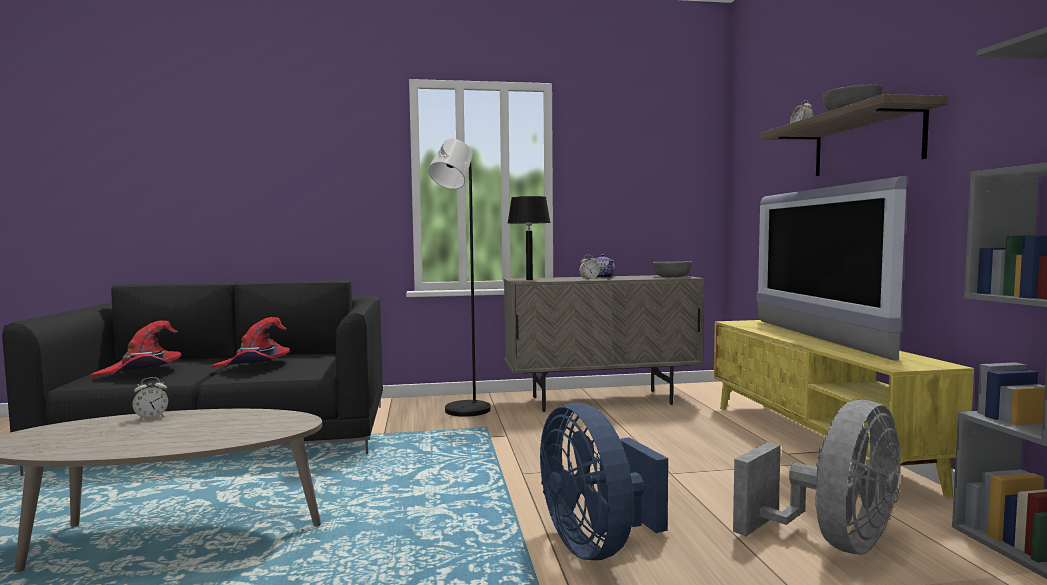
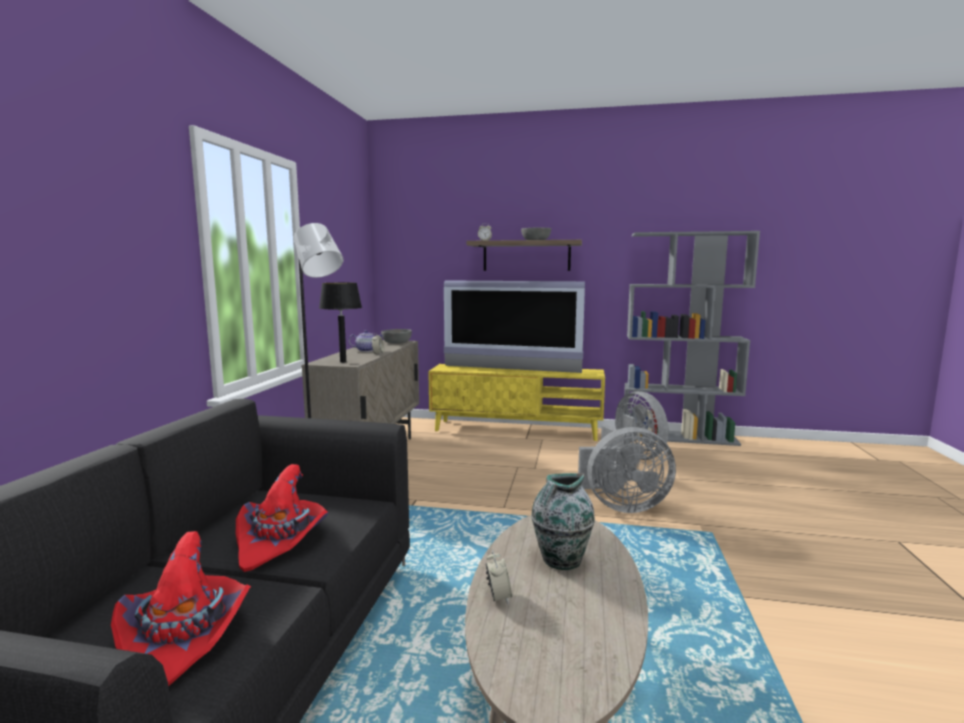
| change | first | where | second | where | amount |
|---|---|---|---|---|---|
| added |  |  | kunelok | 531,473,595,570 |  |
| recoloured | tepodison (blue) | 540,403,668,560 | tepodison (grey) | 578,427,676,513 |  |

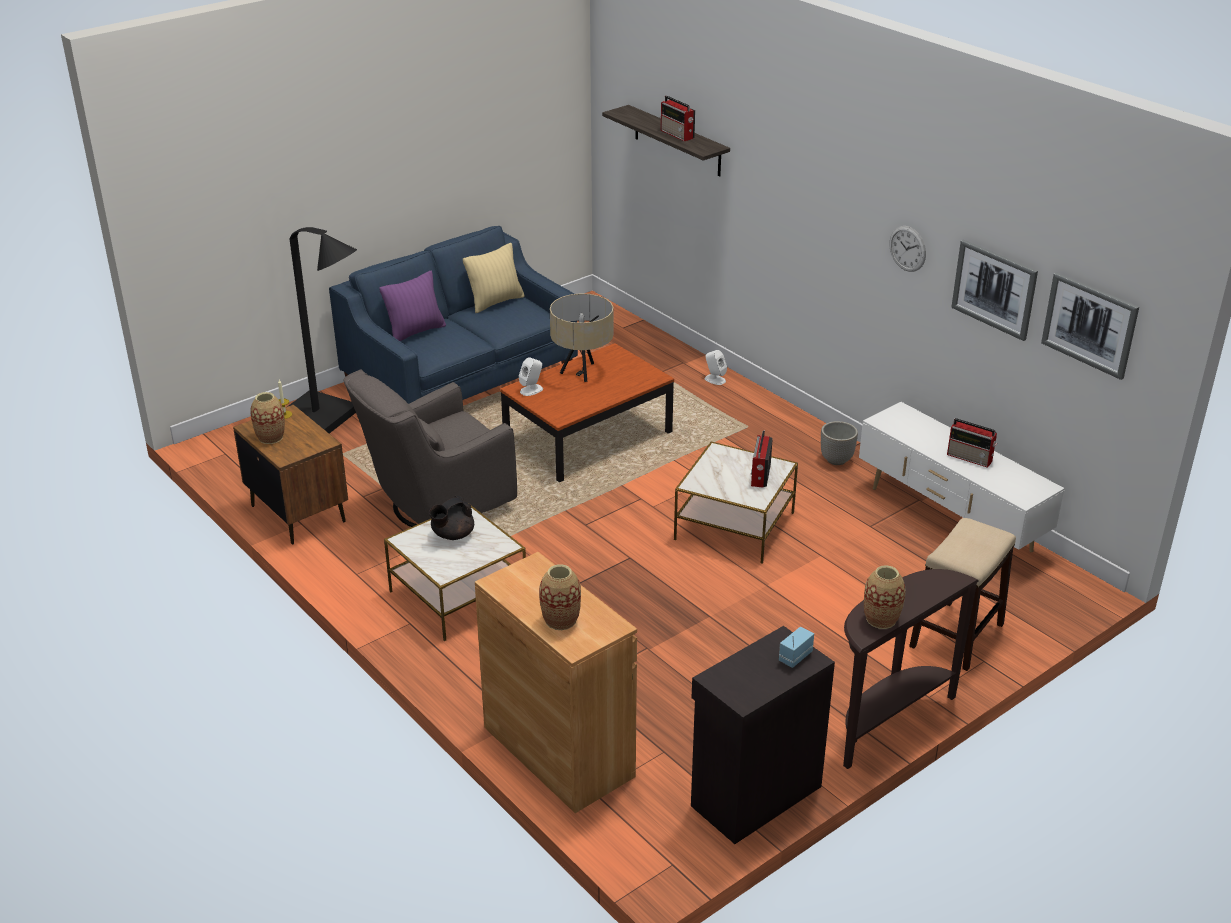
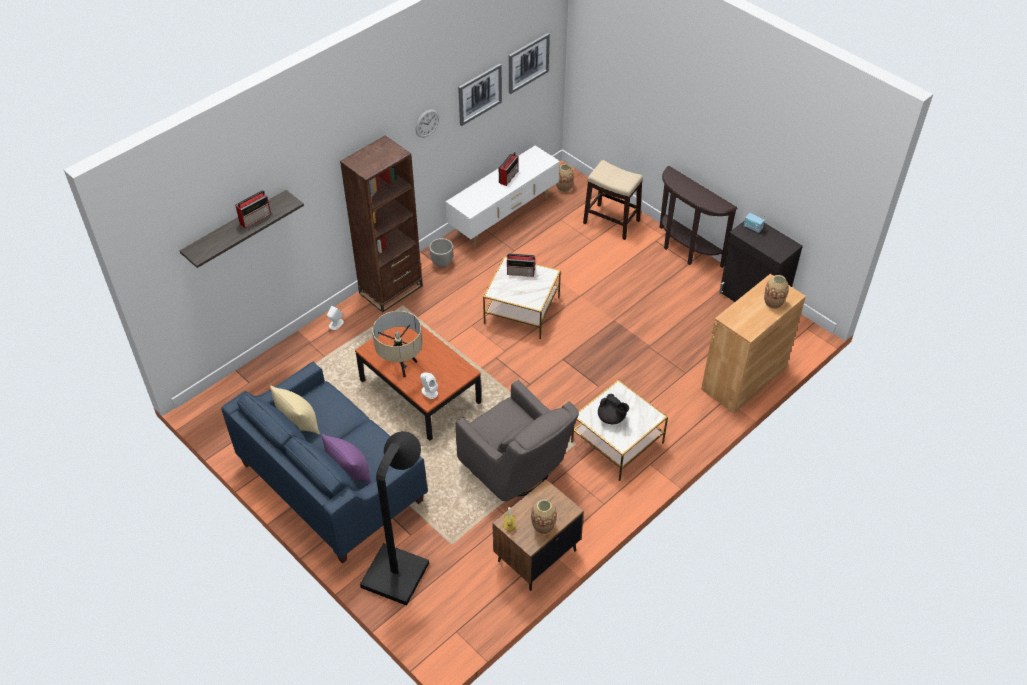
| change | first | where | second | where | amount |
|---|---|---|---|---|---|
| added |  |  | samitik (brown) | 340,135,423,313 |  |
| moved | kunelok | 864,565,906,629 |  | 556,164,574,192 |  |

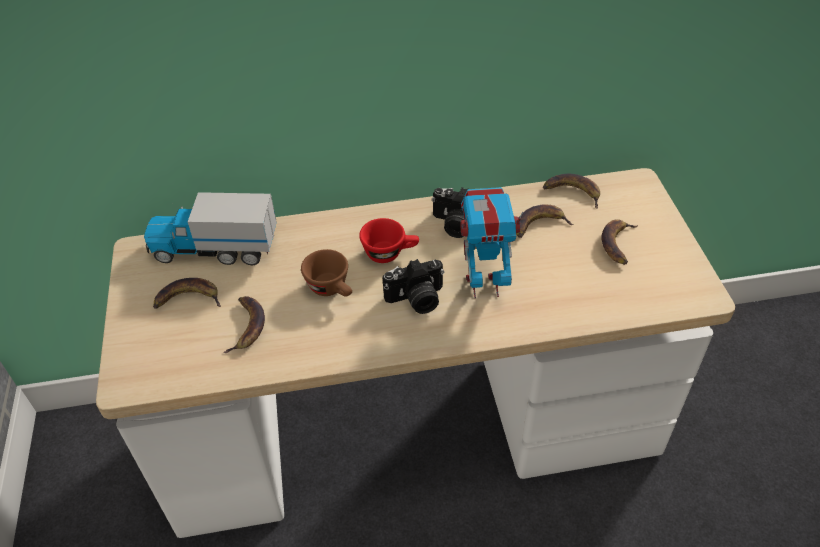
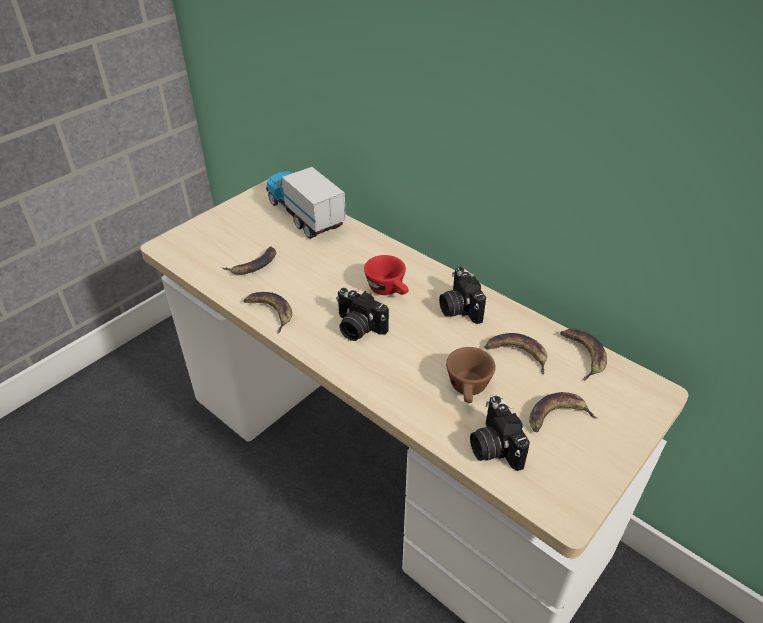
| change | first | where | second | where | amount |
|---|---|---|---|---|---|
| moved | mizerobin | 153,278,221,309 |  | 244,292,292,333 |  |
| moved | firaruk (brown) | 301,249,352,296 |  | 446,347,496,403 |  |
| added |  |  | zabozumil | 470,396,530,471 |  |
| removed | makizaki | 460,187,523,298 |  |  |  |

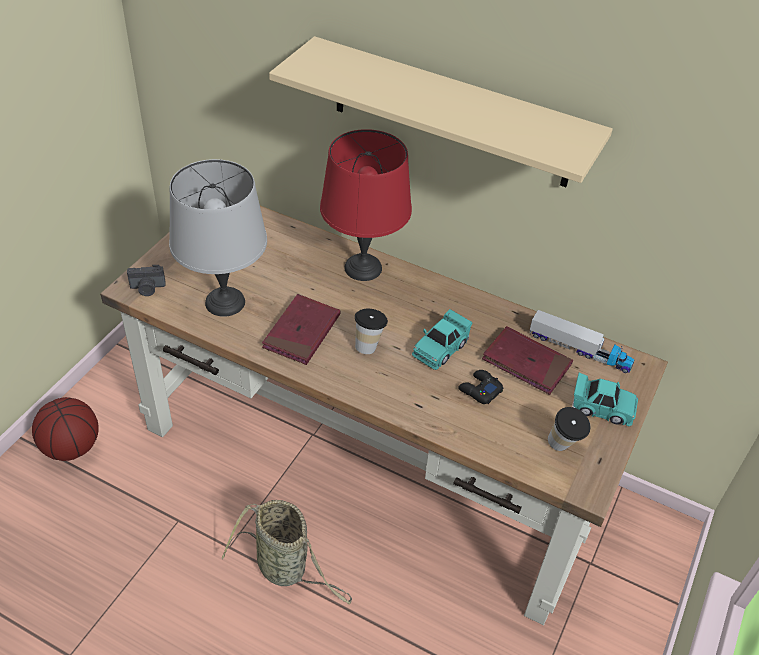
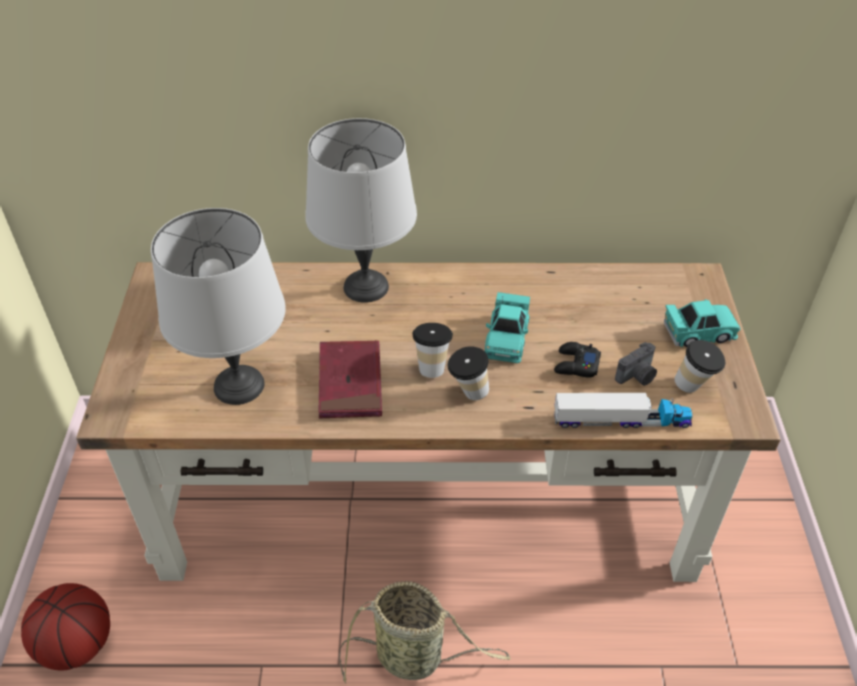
| change | first | where | second | where | amount |
|---|---|---|---|---|---|
| recoloured | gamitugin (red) | 320,129,412,281 | gamitugin (grey) | 305,118,417,303 |  |
| added |  |  | firaruk | 448,346,489,400 |  |
| moved | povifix | 530,310,635,373 |  | 554,393,693,428 |  |
| moved | zabozumil | 127,265,166,296 |  | 615,342,657,386 |  |
| removed | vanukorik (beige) | 269,36,613,187 |  |  |  |
| removed | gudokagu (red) | 482,326,573,395 |  |  |  |

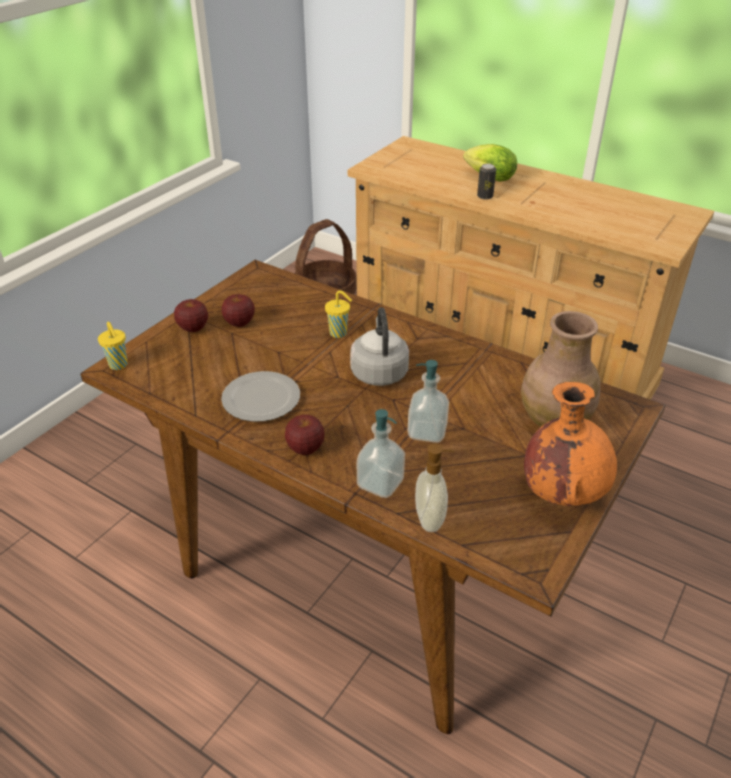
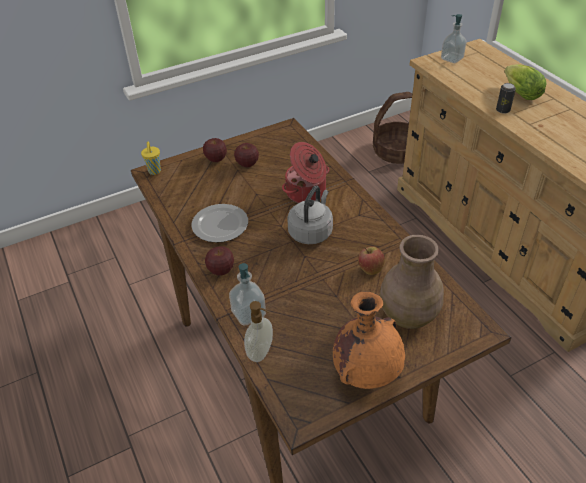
| change | first | where | second | where | amount |
|---|---|---|---|---|---|
| replaced | firaruk (yellow) | 325,290,352,338 | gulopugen | 282,142,329,203 |  |
| added |  |  | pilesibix | 358,246,385,275 |  |
| moved | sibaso | 408,360,449,443 |  | 441,14,467,63 |  |

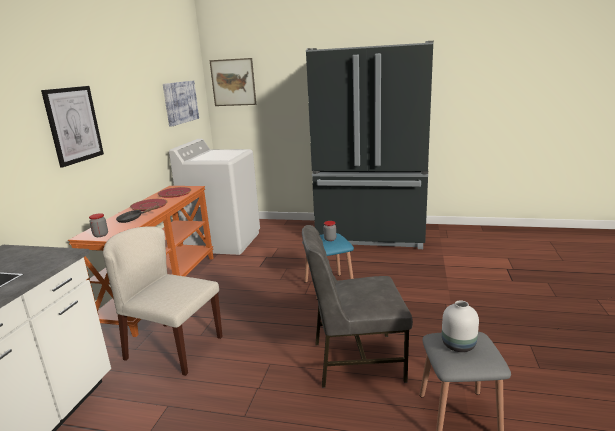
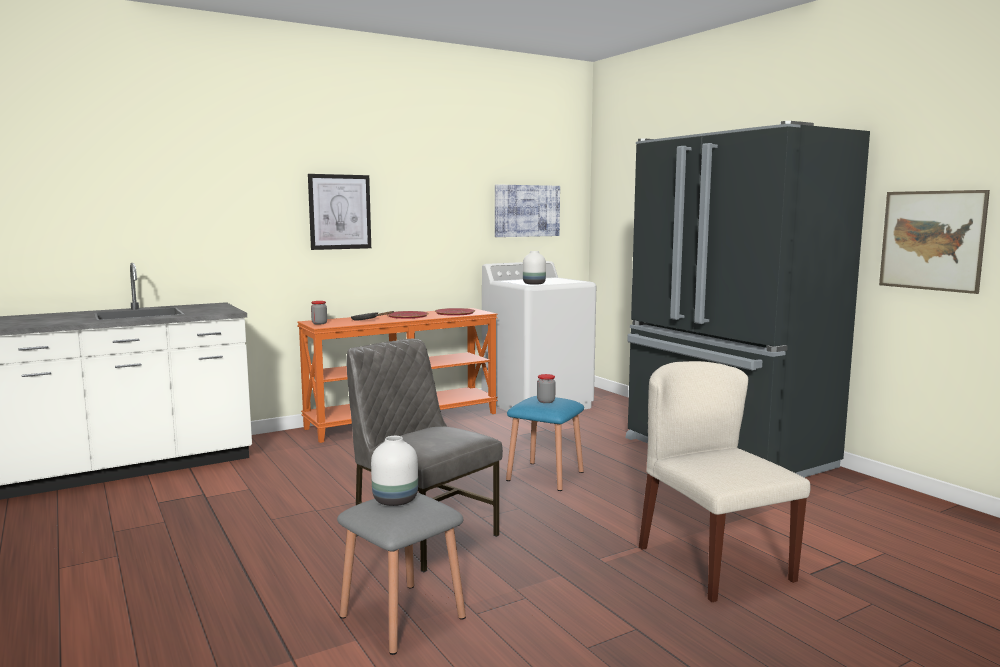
| change | first | where | second | where | amount |
|---|---|---|---|---|---|
| added |  |  | kunelok (white) | 523,251,546,285 |  |
| moved | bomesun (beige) | 103,226,223,376 |  | 639,361,811,602 |  |
| moved | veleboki | 209,58,256,106 |  | 879,190,990,294 |  |

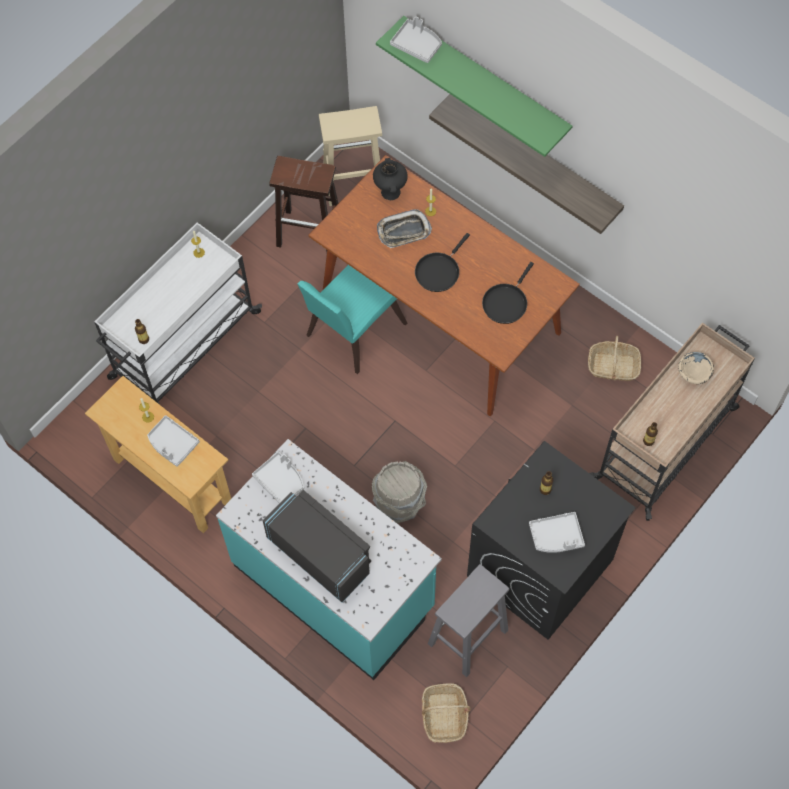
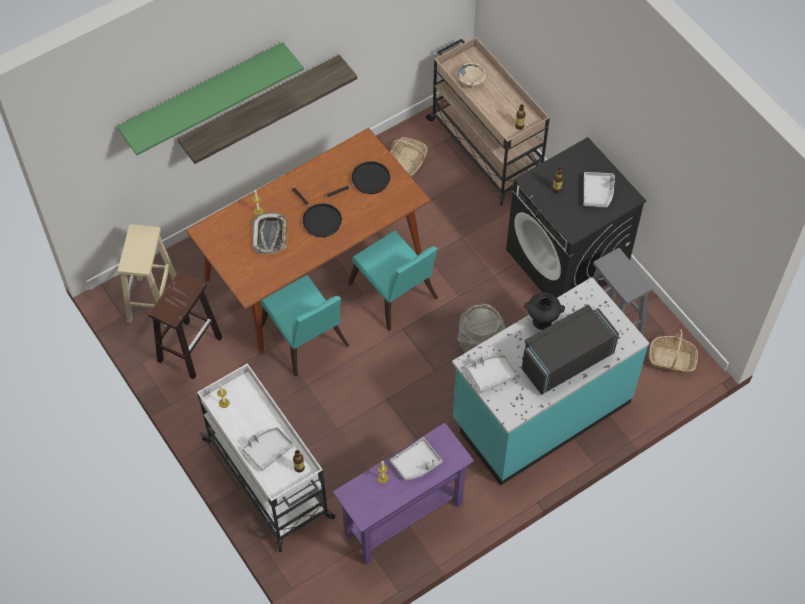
| change | first | where | second | where | amount |
|---|---|---|---|---|---|
| moved | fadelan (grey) | 390,17,442,63 |  | 242,427,294,471 |  |
| turned | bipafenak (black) | 482,262,534,324 |  | 327,161,390,197 | 75 degrees counterclockwise |
| recoloured | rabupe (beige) | 85,376,231,533 | rabupe (purple) | 333,423,474,565 |  |
| added |  |  | bomesun (turquoise) | 348,230,438,331 |  |
| moved | kunelok (black) | 373,158,408,200 |  | 524,293,565,330 |  |

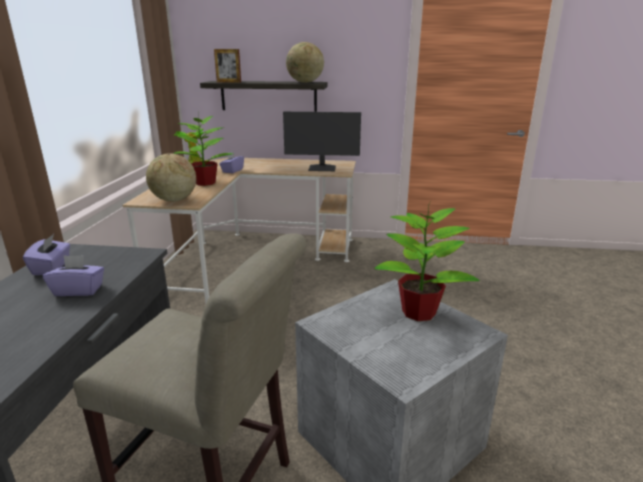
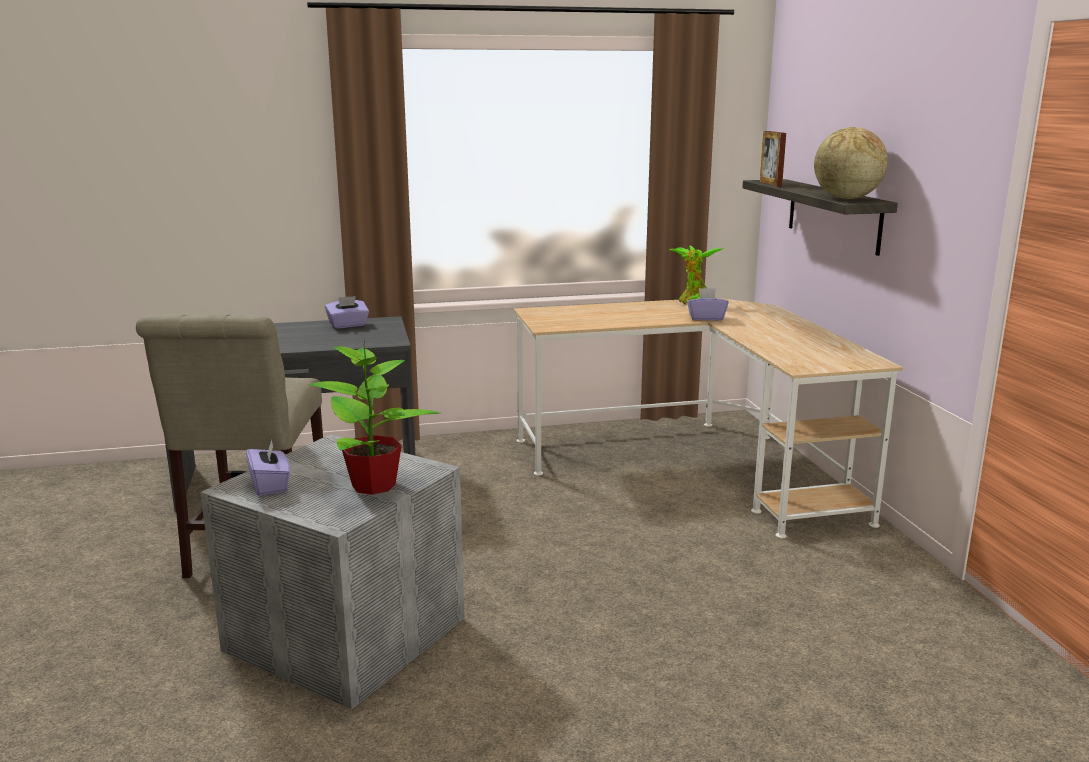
| change | first | where | second | where | amount |
|---|---|---|---|---|---|
| moved | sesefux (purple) | 43,255,104,296 |  | 246,439,290,496 |  |
| removed | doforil | 146,153,196,202 |  |  |  |
| removed | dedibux | 173,116,233,186 |  |  |  |
| removed | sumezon | 283,112,361,171 |  |  |  |

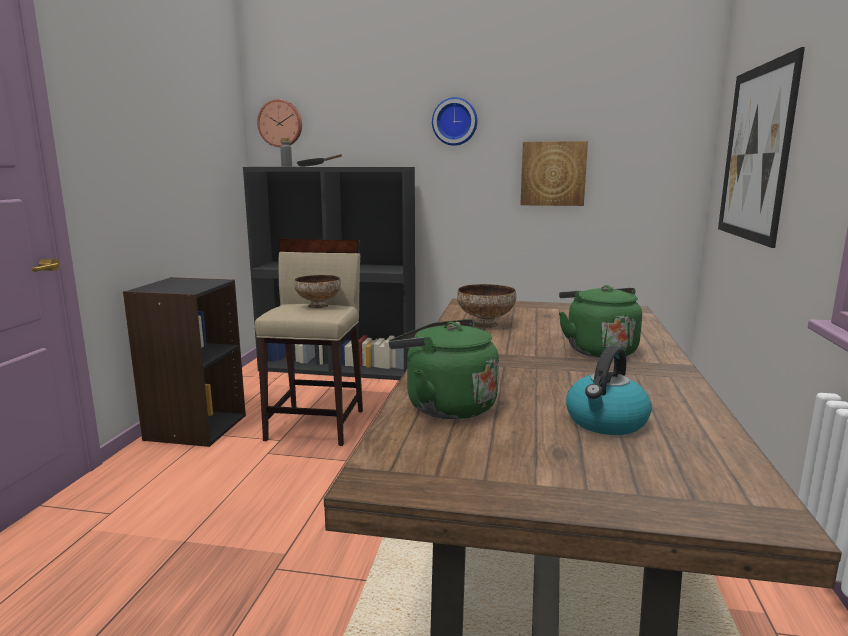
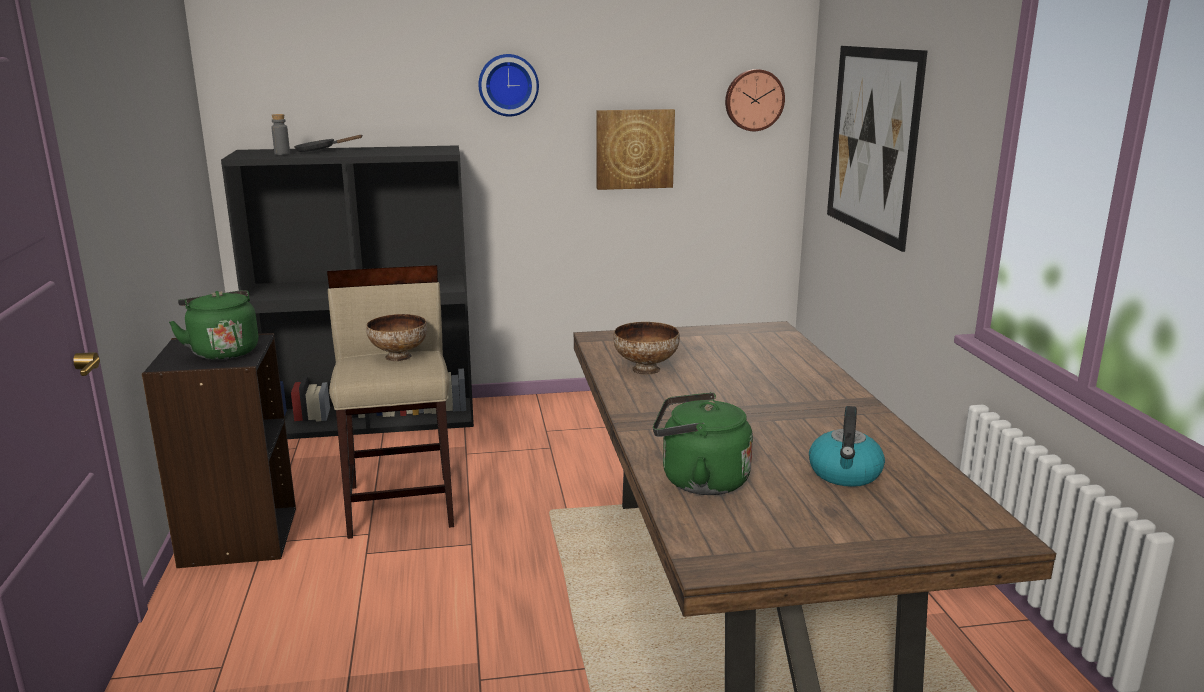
| change | first | where | second | where | amount |
|---|---|---|---|---|---|
| moved | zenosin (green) | 559,285,642,358 |  | 169,290,258,360 |  |
| moved | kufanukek | 257,99,302,147 |  | 725,69,785,131 |  |

